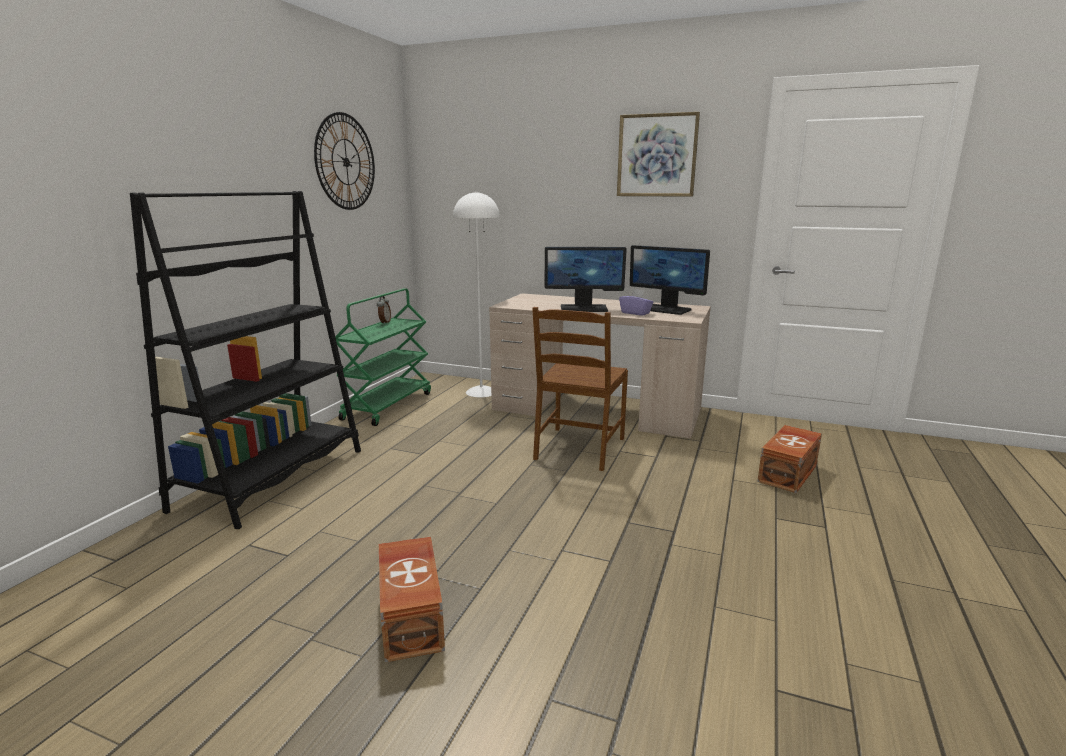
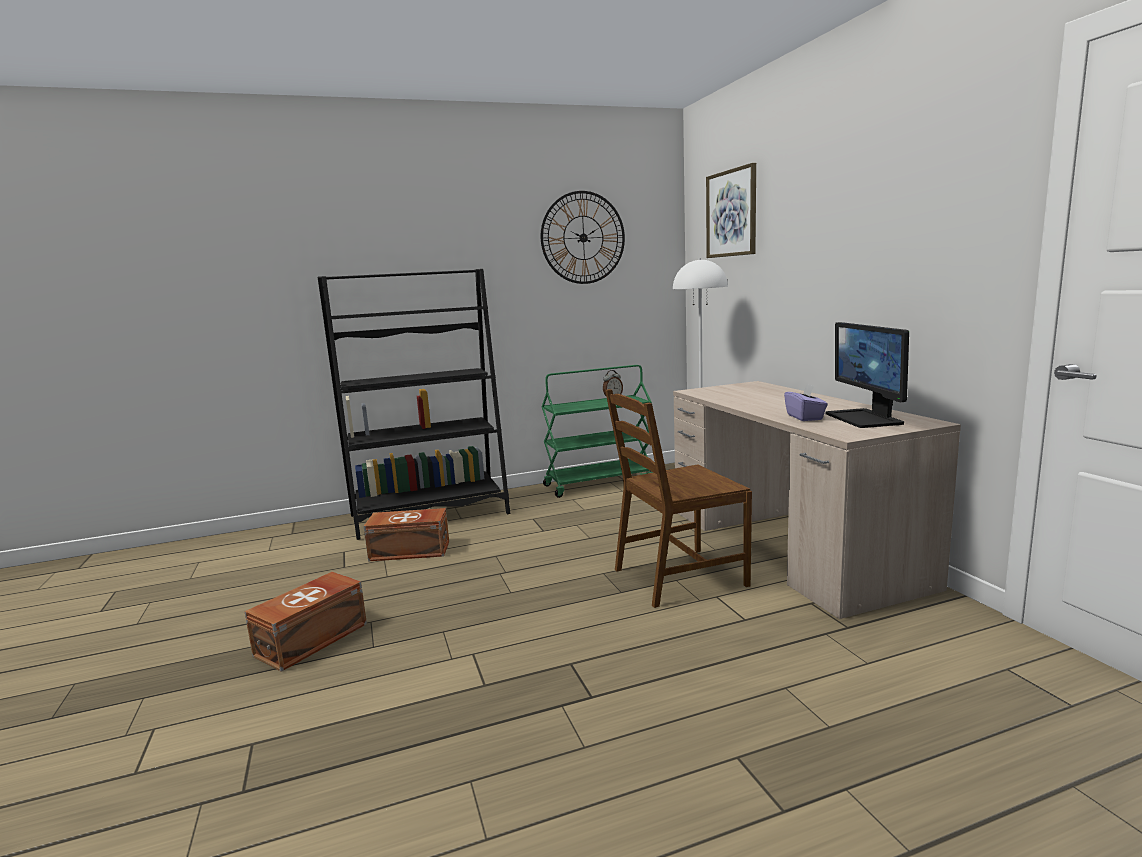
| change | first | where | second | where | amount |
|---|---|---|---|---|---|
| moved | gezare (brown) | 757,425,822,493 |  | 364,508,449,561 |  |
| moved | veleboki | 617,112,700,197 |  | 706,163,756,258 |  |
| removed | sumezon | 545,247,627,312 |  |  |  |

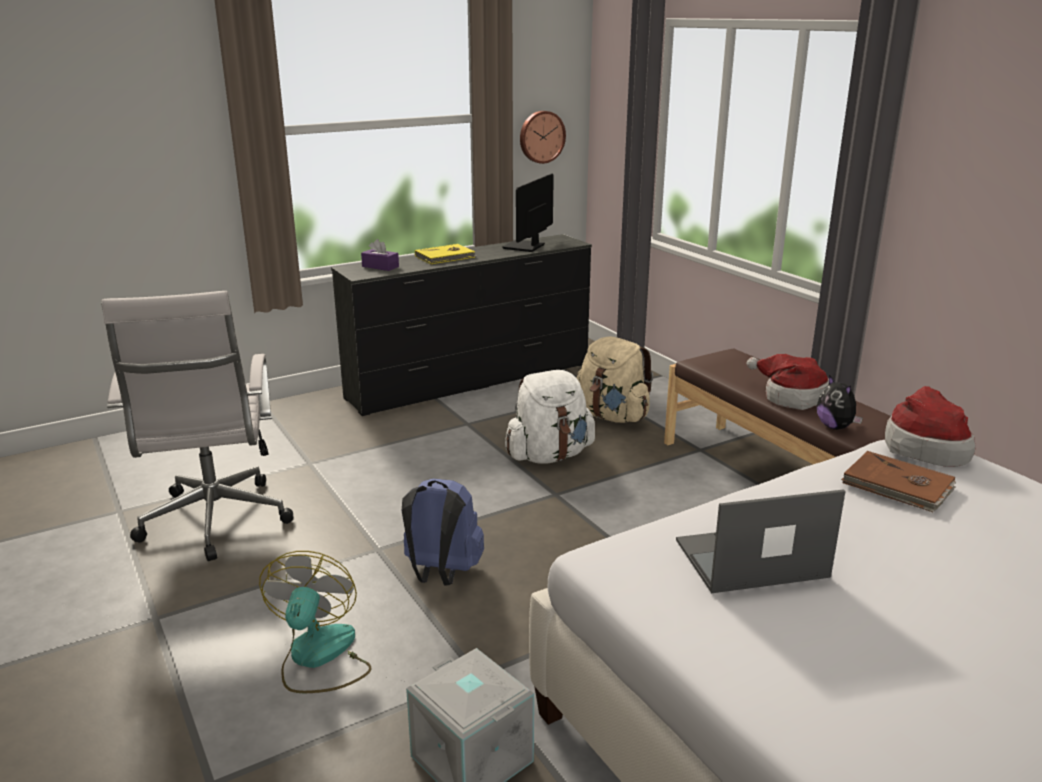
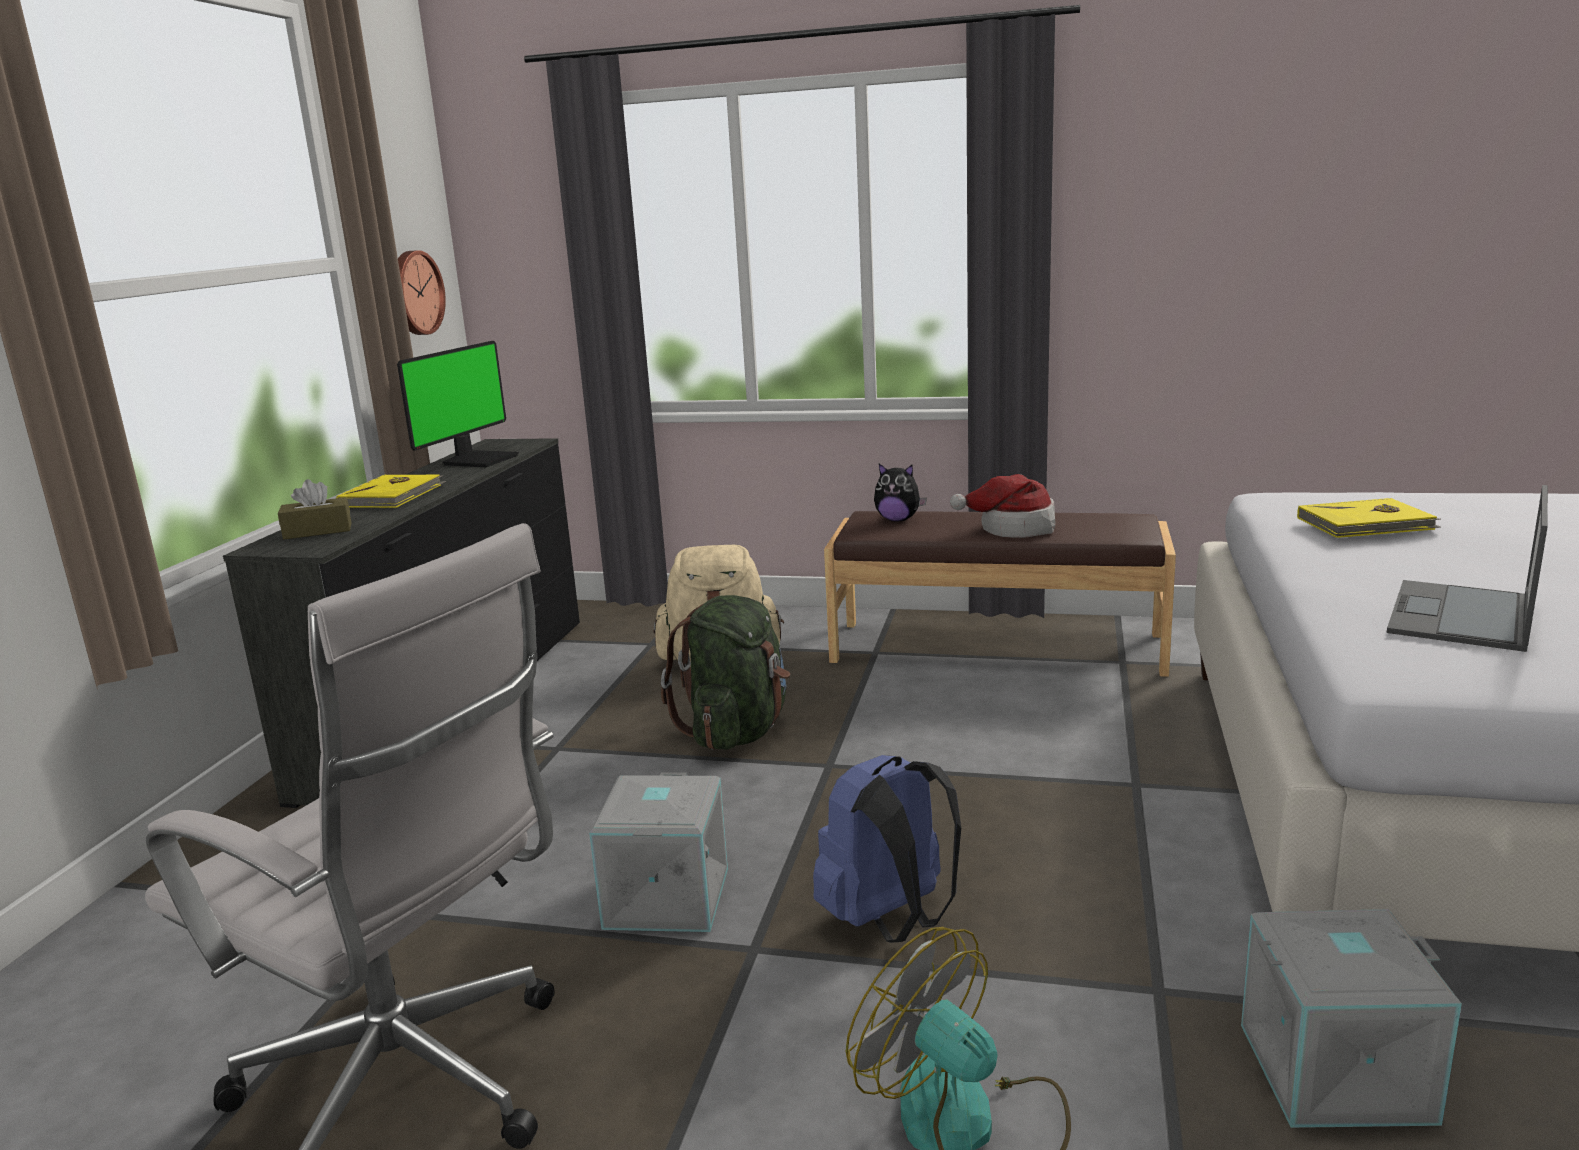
| change | first | where | second | where | amount |
|---|---|---|---|---|---|
| recoloured | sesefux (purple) | 361,239,399,271 | sesefux (brown) | 278,479,352,540 |  |
| turned | sumezon | 502,173,554,252 |  | 397,341,519,467 | 135 degrees counterclockwise |
| added |  |  | gezare (grey) | 589,773,728,932 |  |
| recoloured | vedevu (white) | 505,370,595,464 | vedevu (green) | 661,595,790,750 |  |
| moved | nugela | 817,375,863,430 |  | 874,464,927,521 |  |
| recoloured | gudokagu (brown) | 841,451,956,512 | gudokagu (yellow) | 1297,498,1441,538 |  |
| removed | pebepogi | 885,386,976,467 |  |  |  |

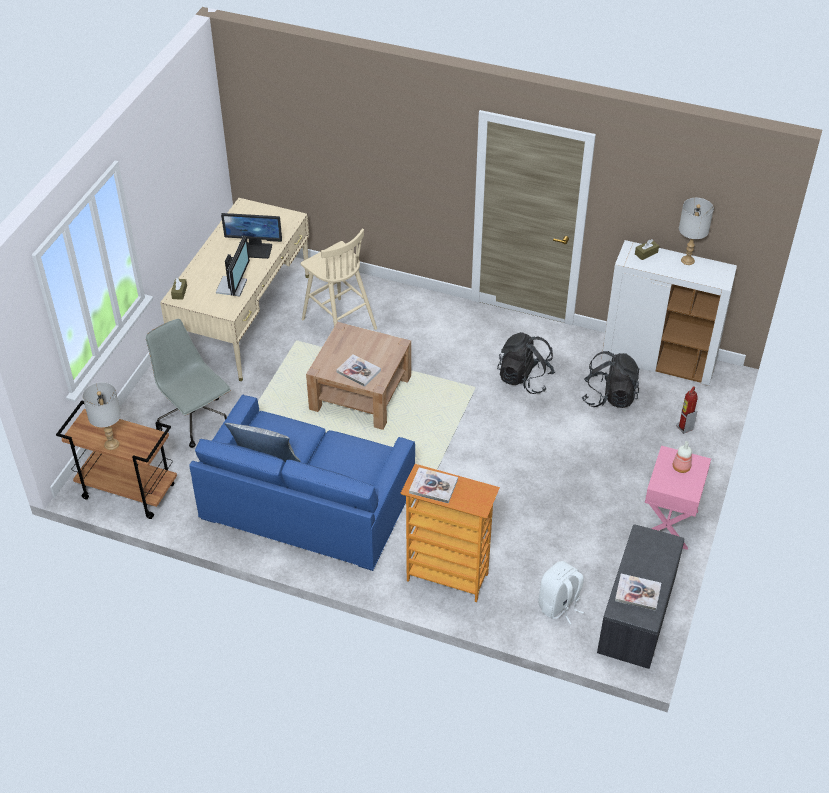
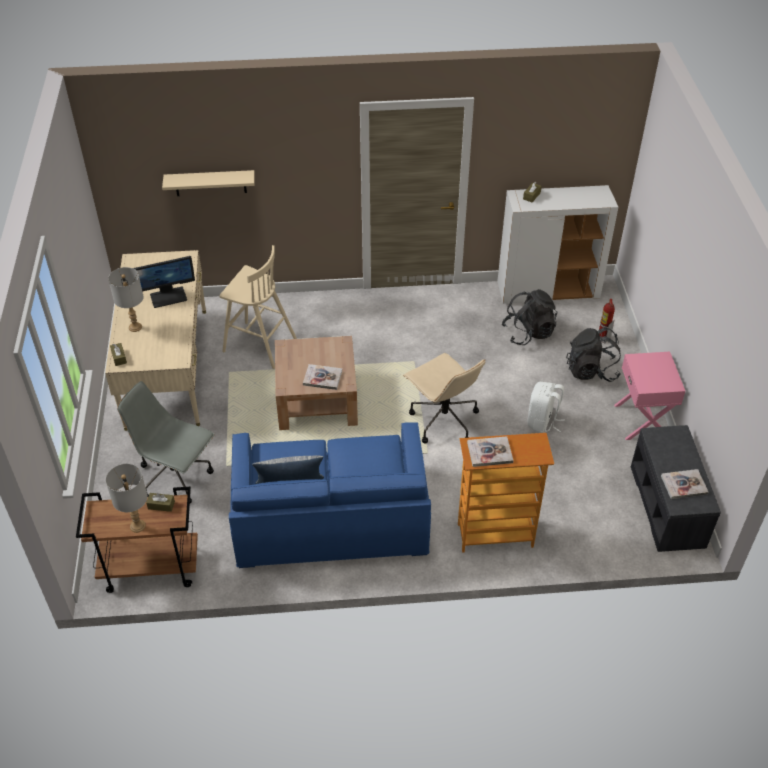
| change | first | where | second | where | amount |
|---|---|---|---|---|---|
| moved | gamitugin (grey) | 679,198,714,265 |  | 108,267,143,332 |  |
| added |  |  | sesefux (brown) | 146,493,175,512 |  |
| added |  |  | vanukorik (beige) | 162,170,255,196 |  |
| added |  |  | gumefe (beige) | 403,353,485,444 |  |
| moved | vedevu (white) | 538,561,584,625 |  | 527,382,565,433 |  |
| moved | vedevu (black) | 497,332,555,394 |  | 566,327,621,382 |  |
| removed | sumezon | 216,236,250,296 |  |  |  |
| removed | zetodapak | 673,441,692,473 |  |  |  |

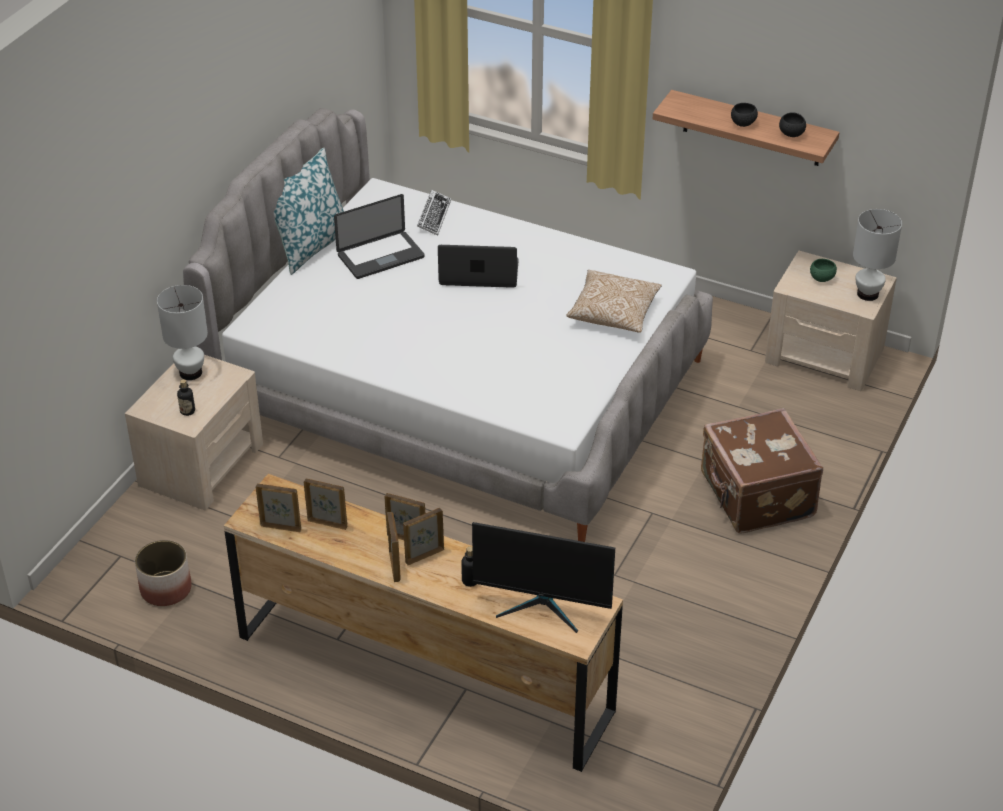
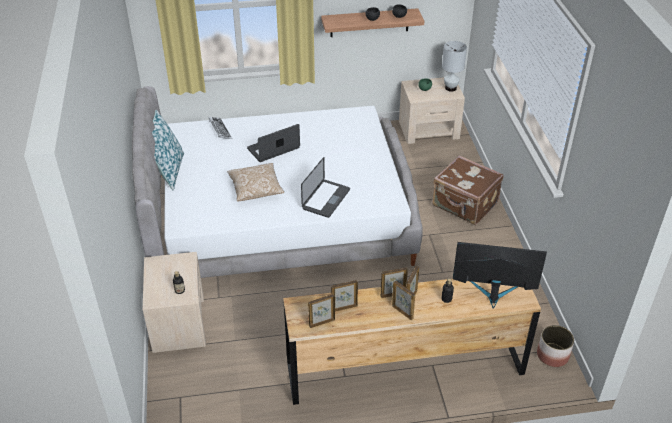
| change | first | where | second | where | amount |
|---|---|---|---|---|---|
| moved | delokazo | 567,270,662,333 |  | 227,163,284,201 |  |
| moved | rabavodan | 334,194,425,279 |  | 301,157,350,218 |  |
| turned | sumezon | 472,522,615,633 |  | 453,242,547,309 | 150 degrees counterclockwise |
| moved | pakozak | 135,540,192,606 |  | 537,325,574,367 |  |
| removed | gamitugin (white) | 157,285,208,380 |  |  |  |

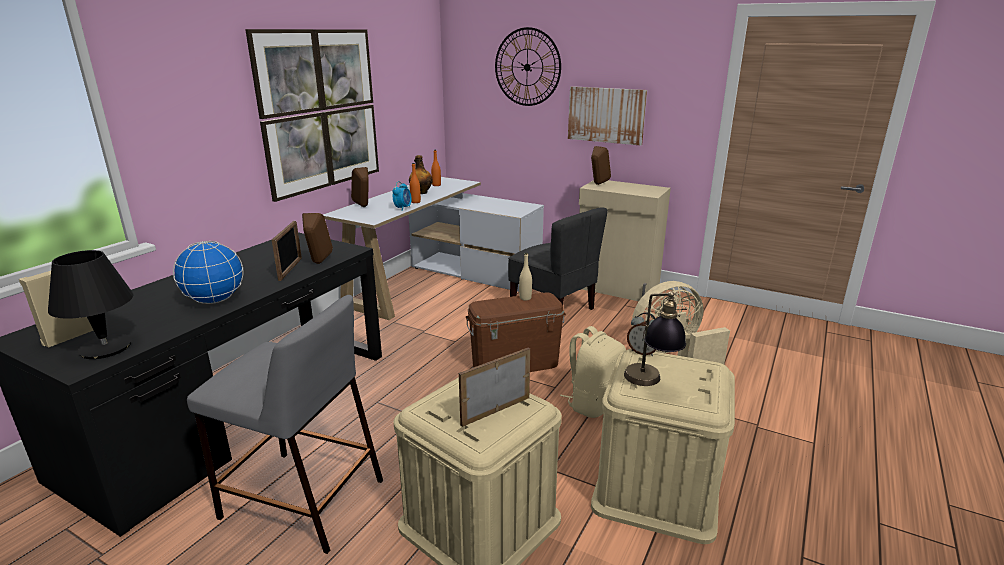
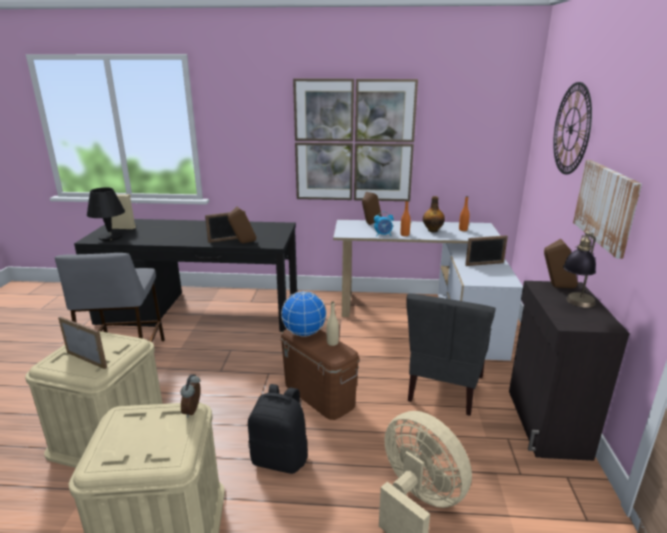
| change | first | where | second | where | amount |
|---|---|---|---|---|---|
| recoloured | vedevu (beige) | 560,326,626,418 | vedevu (black) | 248,384,308,474 |  |
| moved | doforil | 173,241,243,304 |  | 281,291,327,337 |  |
| added |  |  | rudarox | 465,235,508,266 |  |
| recoloured | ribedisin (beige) | 579,180,671,301 | ribedisin (black) | 509,281,630,461 |  |
| moved | gamitugin | 624,291,687,386 |  | 563,231,596,308 |  |

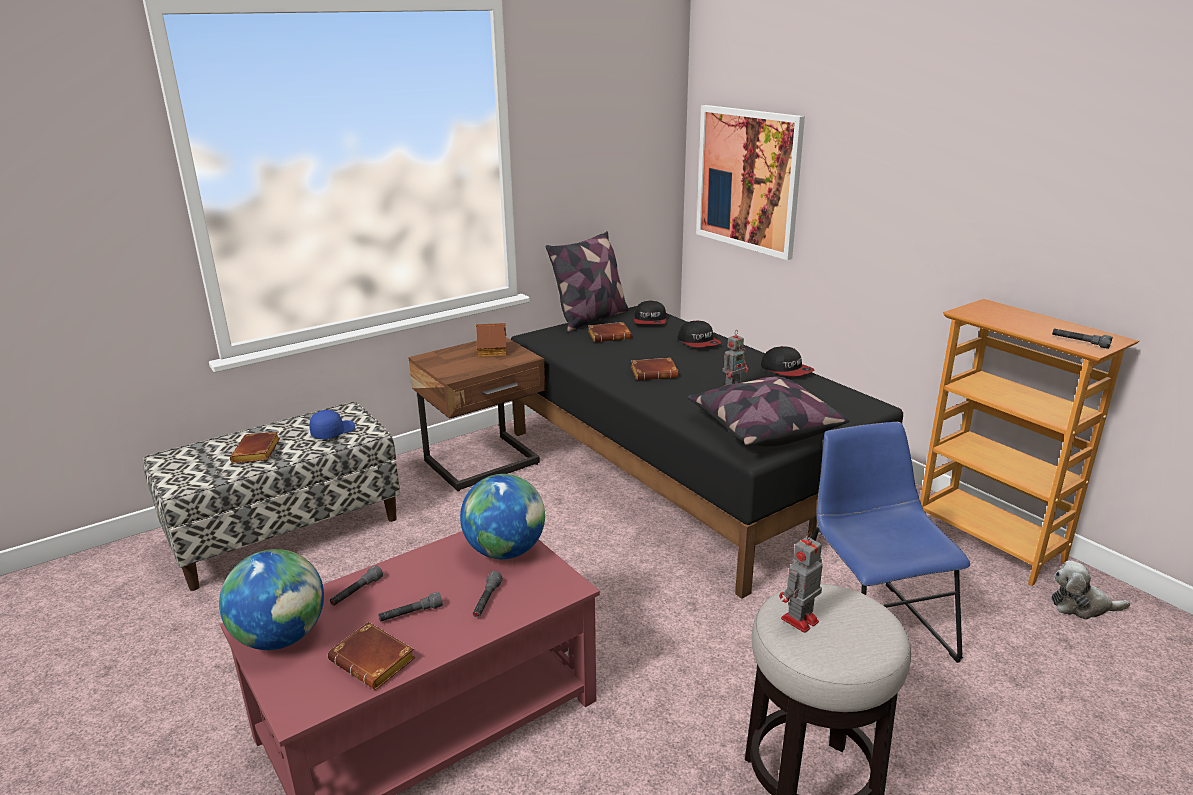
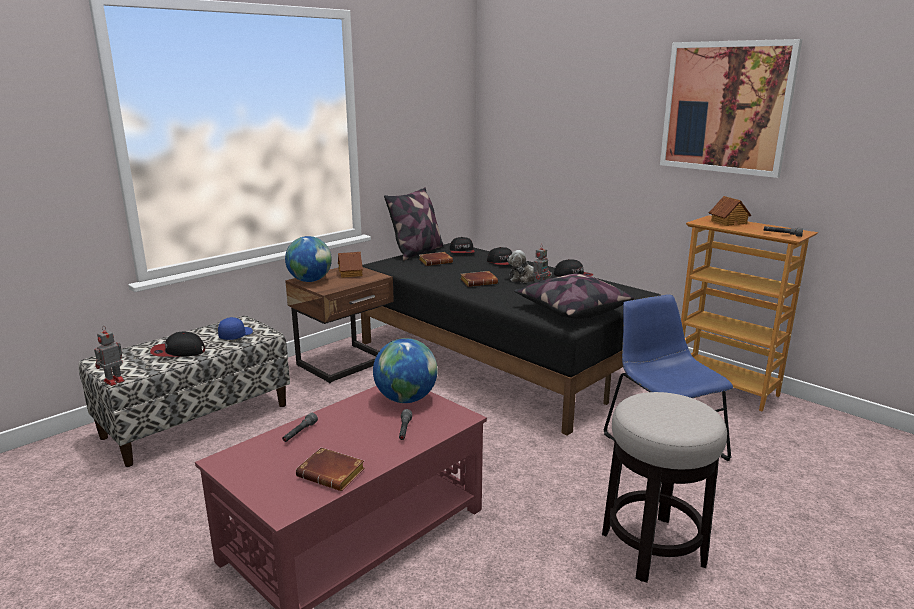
| change | first | where | second | where | amount |
|---|---|---|---|---|---|
| moved | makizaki | 779,532,823,633 |  | 94,326,125,386 |  |
| replaced | gudokagu (brown) | 230,431,280,463 | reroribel | 150,332,205,357 |  |
| moved | doforil | 219,549,324,650 |  | 285,236,332,282 |  |
| moved | nugela | 1051,560,1130,620 |  | 507,250,552,283 |  |
| moved | veleboki | 696,105,805,260 |  | 660,39,802,178 |  |
| added |  |  | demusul | 709,196,752,226 |  |
| removed | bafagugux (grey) | 378,592,442,622 |  |  |  |

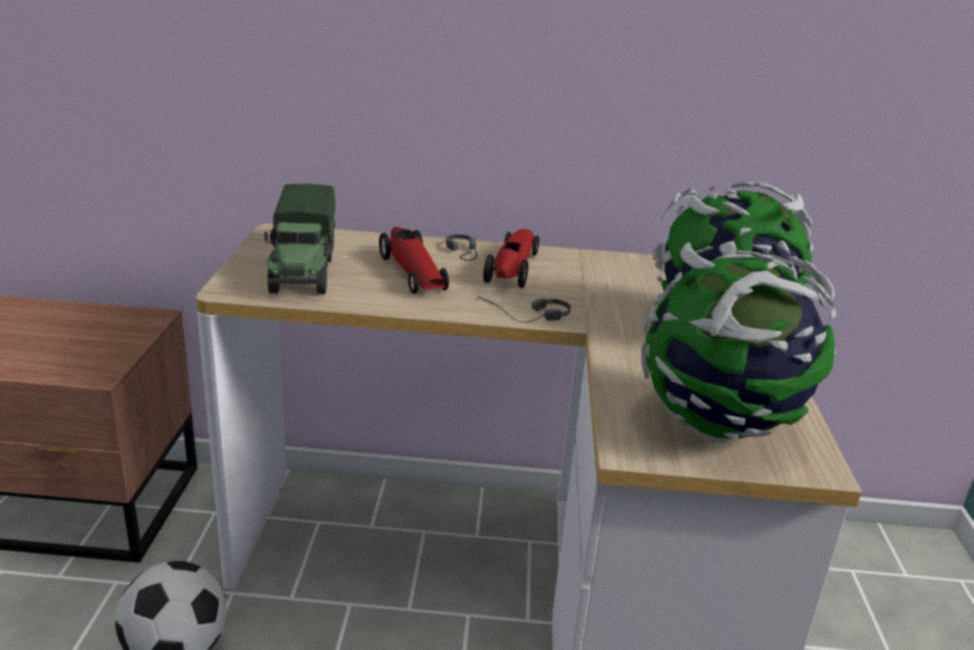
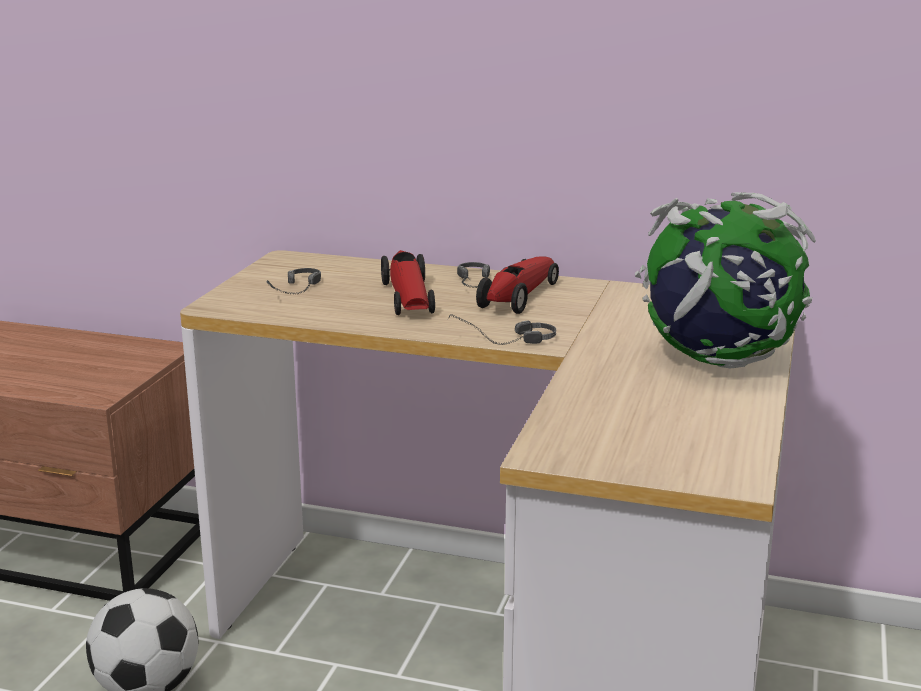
| change | first | where | second | where | amount |
|---|---|---|---|---|---|
| replaced | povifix | 264,184,336,294 | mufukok | 267,268,321,295 |  |
| removed | doforil | 641,242,836,443 |  |  |  |

